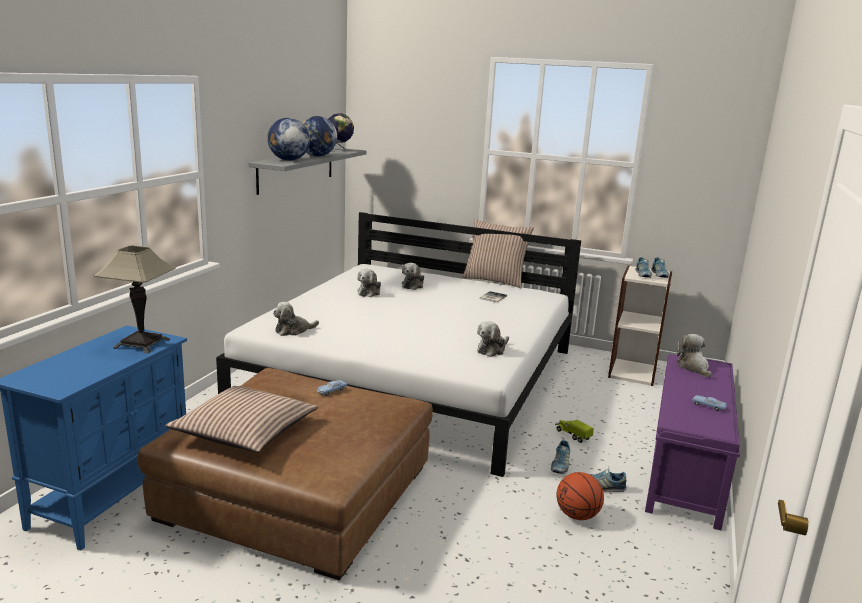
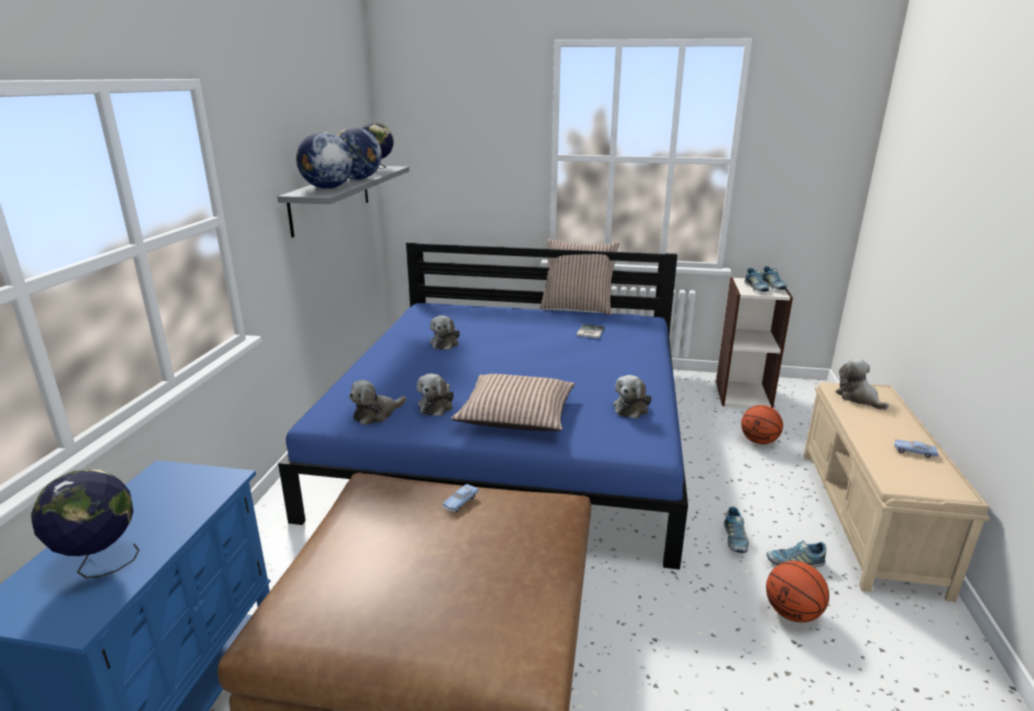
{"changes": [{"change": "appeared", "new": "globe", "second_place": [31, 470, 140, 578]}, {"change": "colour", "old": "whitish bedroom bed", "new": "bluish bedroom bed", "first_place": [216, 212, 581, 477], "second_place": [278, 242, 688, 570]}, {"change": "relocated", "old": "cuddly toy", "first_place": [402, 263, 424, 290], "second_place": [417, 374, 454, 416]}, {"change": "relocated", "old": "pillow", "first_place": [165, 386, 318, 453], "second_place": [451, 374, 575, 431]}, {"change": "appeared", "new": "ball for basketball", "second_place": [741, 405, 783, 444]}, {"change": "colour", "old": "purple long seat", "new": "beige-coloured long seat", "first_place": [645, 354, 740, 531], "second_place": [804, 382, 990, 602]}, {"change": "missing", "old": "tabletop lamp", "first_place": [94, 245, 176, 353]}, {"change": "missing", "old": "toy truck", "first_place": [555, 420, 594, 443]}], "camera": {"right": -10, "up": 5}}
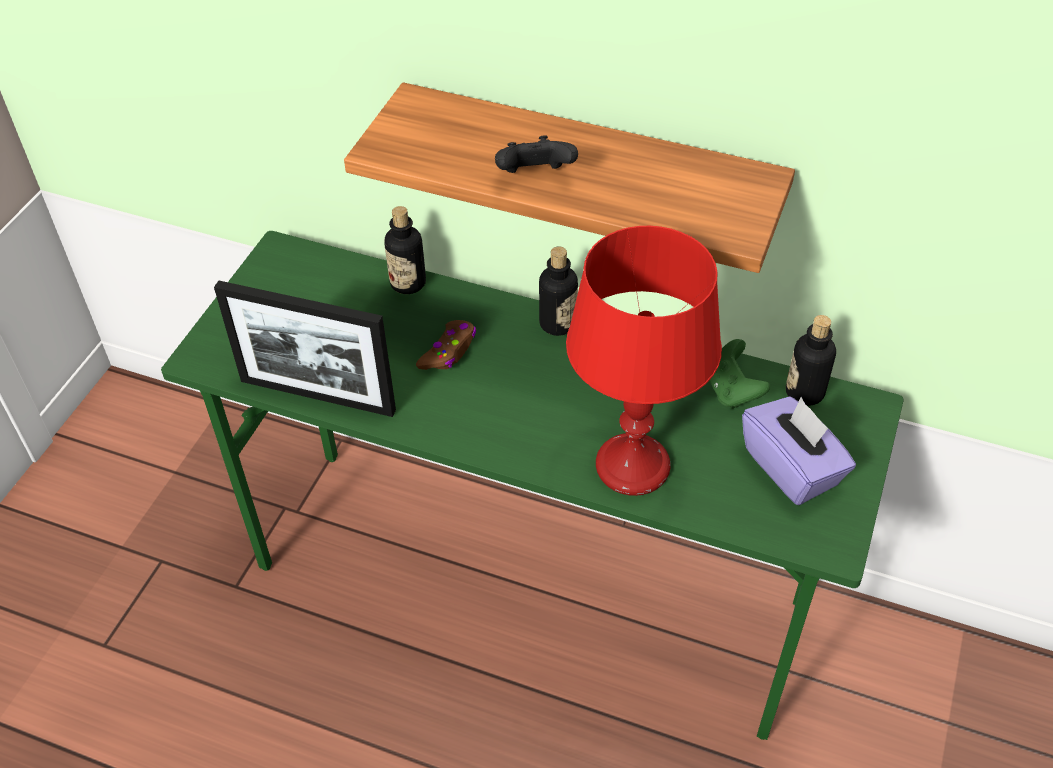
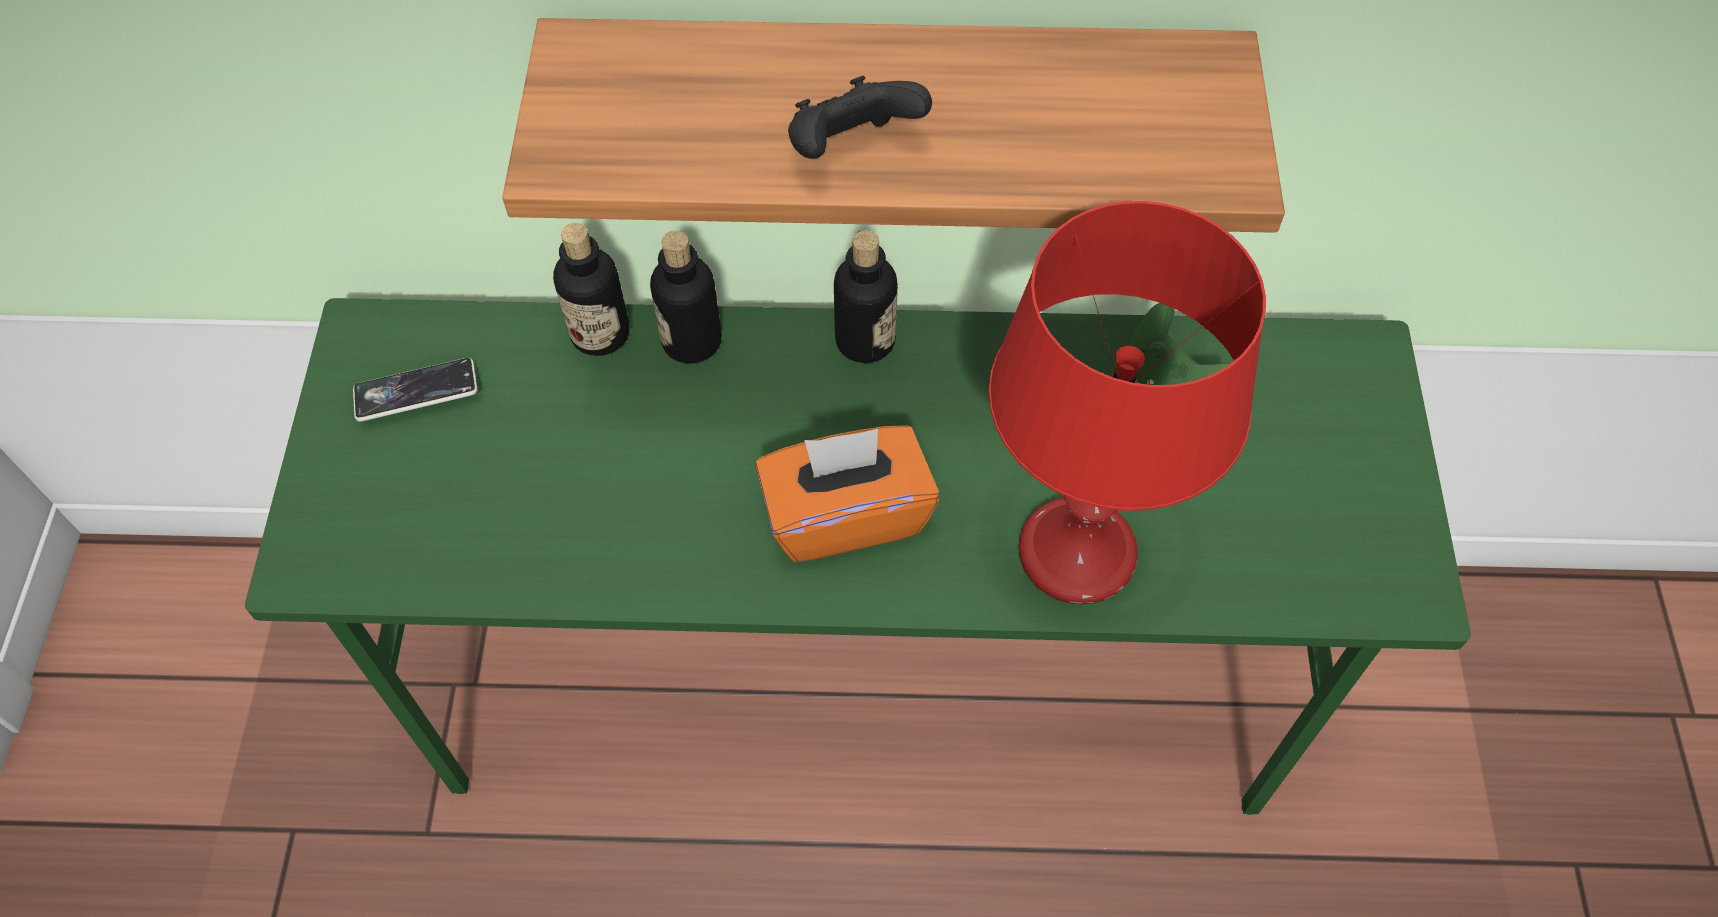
{"changes": [{"change": "appeared", "new": "telephone", "second_place": [353, 358, 477, 422]}, {"change": "relocated", "old": "beverage bottle", "first_place": [786, 315, 836, 406], "second_place": [650, 231, 721, 364]}, {"change": "appeared", "new": "orange tissue box", "second_place": [755, 425, 940, 562]}, {"change": "missing", "old": "standing frame", "first_place": [214, 281, 396, 417]}, {"change": "missing", "old": "brown game controller", "first_place": [416, 320, 476, 370]}, {"change": "missing", "old": "purple tissue box", "first_place": [742, 396, 856, 505]}], "camera": {"right": -20, "up": 10}}
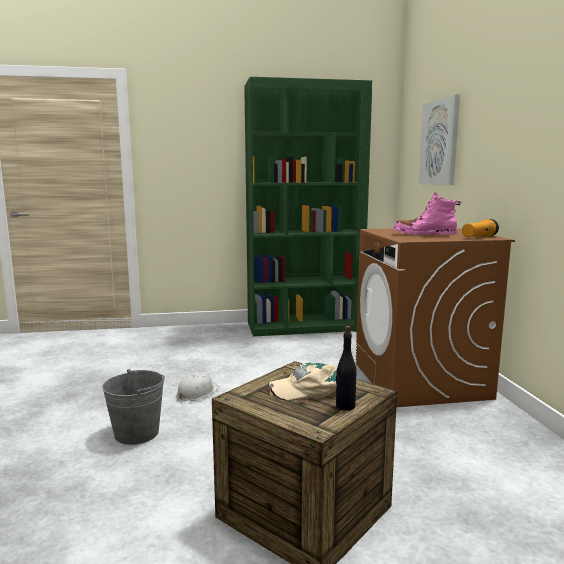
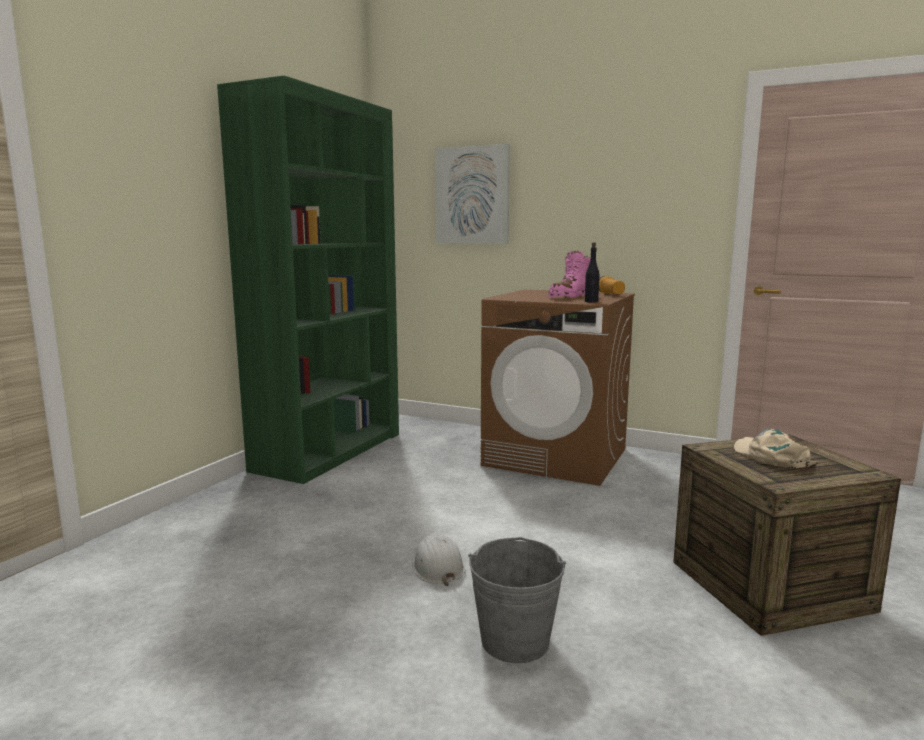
{"changes": [{"change": "relocated", "old": "blackish beverage bottle", "first_place": [336, 326, 357, 411], "second_place": [585, 242, 599, 303]}, {"change": "spun", "old": "beige-coloured peaked cap", "first_place": [268, 363, 337, 400], "second_place": [734, 429, 819, 469], "degrees": 135}], "camera": {"right": -55, "up": 0}}
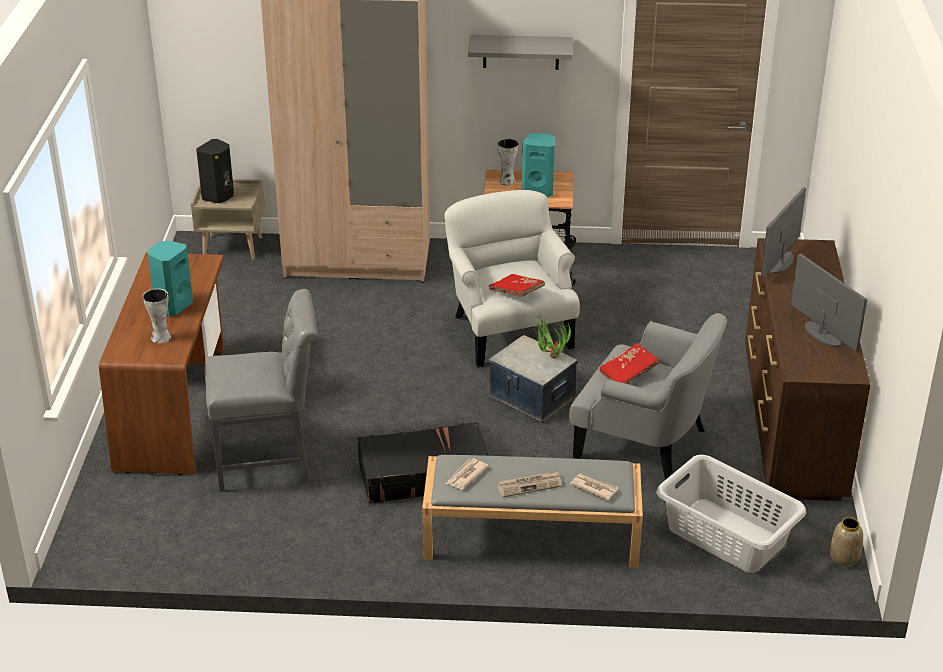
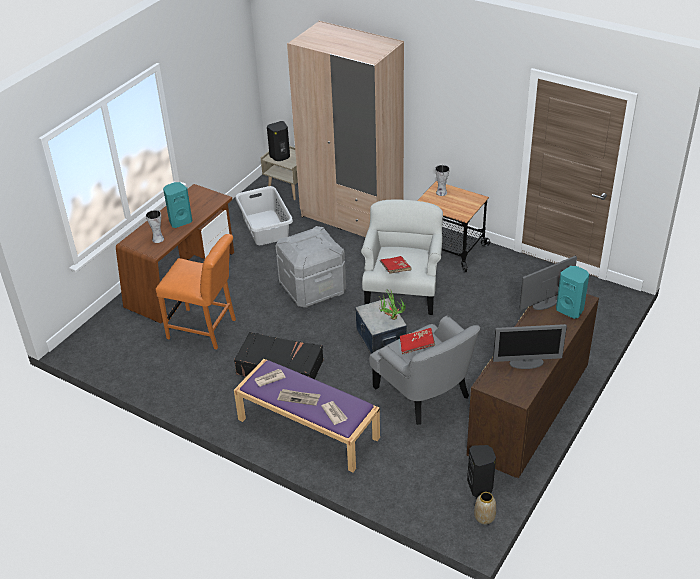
{"changes": [{"change": "colour", "old": "gray chair", "new": "orange chair", "first_place": [204, 289, 317, 492], "second_place": [156, 234, 236, 349]}, {"change": "colour", "old": "gray long seat", "new": "purple long seat", "first_place": [422, 455, 643, 568], "second_place": [234, 359, 380, 473]}, {"change": "relocated", "old": "gray washing basket", "first_place": [657, 455, 806, 573], "second_place": [235, 186, 293, 245]}, {"change": "appeared", "new": "gray storage bin", "second_place": [275, 226, 346, 308]}, {"change": "appeared", "new": "blackish speaker", "second_place": [467, 445, 496, 497]}, {"change": "spun", "old": "computer display", "first_place": [791, 254, 867, 352], "second_place": [493, 324, 567, 369], "degrees": 90}, {"change": "relocated", "old": "turquoise speaker", "first_place": [522, 133, 555, 197], "second_place": [556, 266, 589, 319]}, {"change": "missing", "old": "gray wall shelf", "first_place": [468, 35, 573, 70]}], "camera": {"right": 30, "up": 5}}
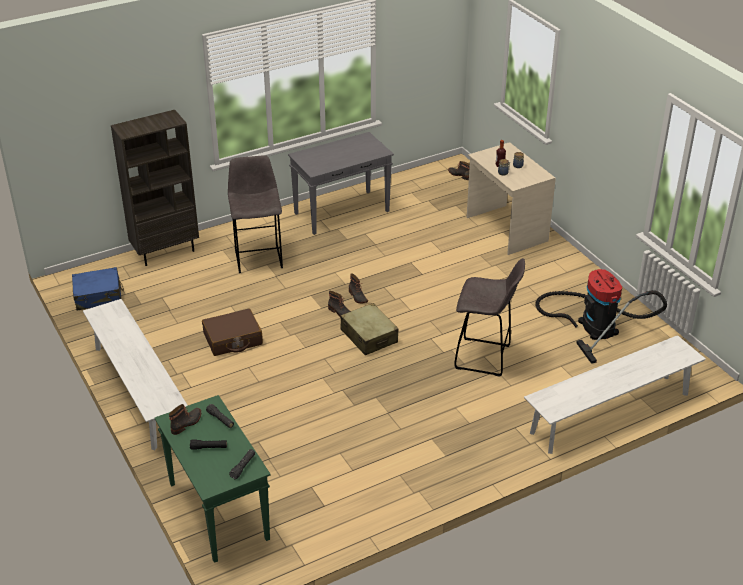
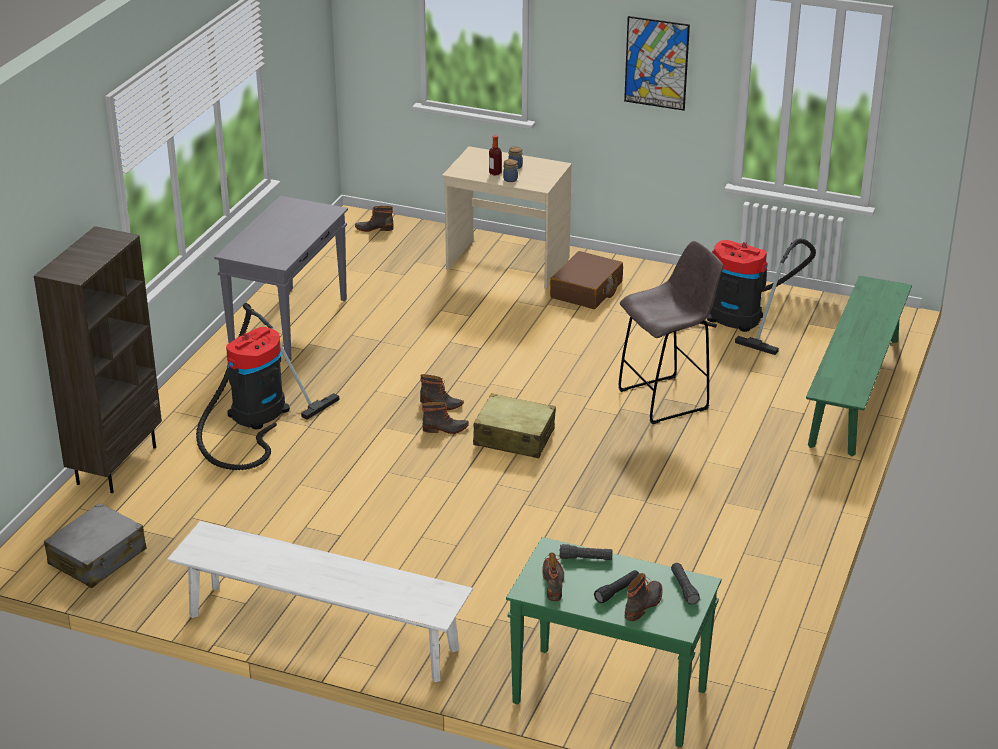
{"changes": [{"change": "colour", "old": "bluish suitcase", "new": "gray suitcase", "first_place": [72, 267, 124, 311], "second_place": [44, 503, 146, 588]}, {"change": "exchanged", "old": "gray stool", "new": "hoover", "first_place": [228, 155, 283, 273], "second_place": [196, 303, 339, 470]}, {"change": "relocated", "old": "brown suitcase", "first_place": [202, 309, 263, 356], "second_place": [550, 251, 623, 309]}, {"change": "appeared", "new": "wall art", "second_place": [624, 16, 690, 111]}, {"change": "appeared", "new": "tall boot", "second_place": [625, 573, 663, 621]}, {"change": "colour", "old": "whitish long seat", "new": "green long seat", "first_place": [524, 335, 706, 454], "second_place": [806, 276, 912, 456]}], "camera": {"right": -40, "up": -5}}
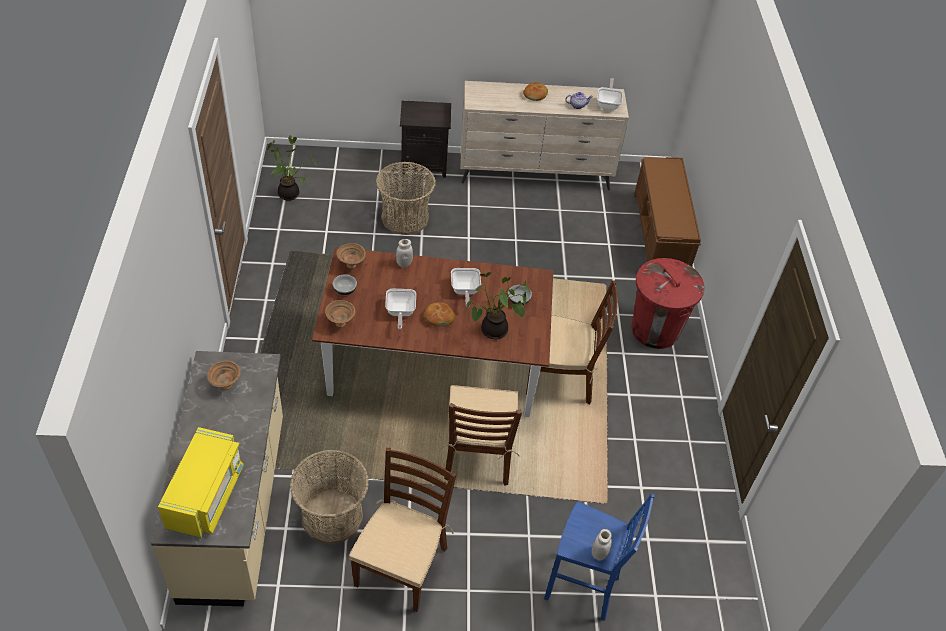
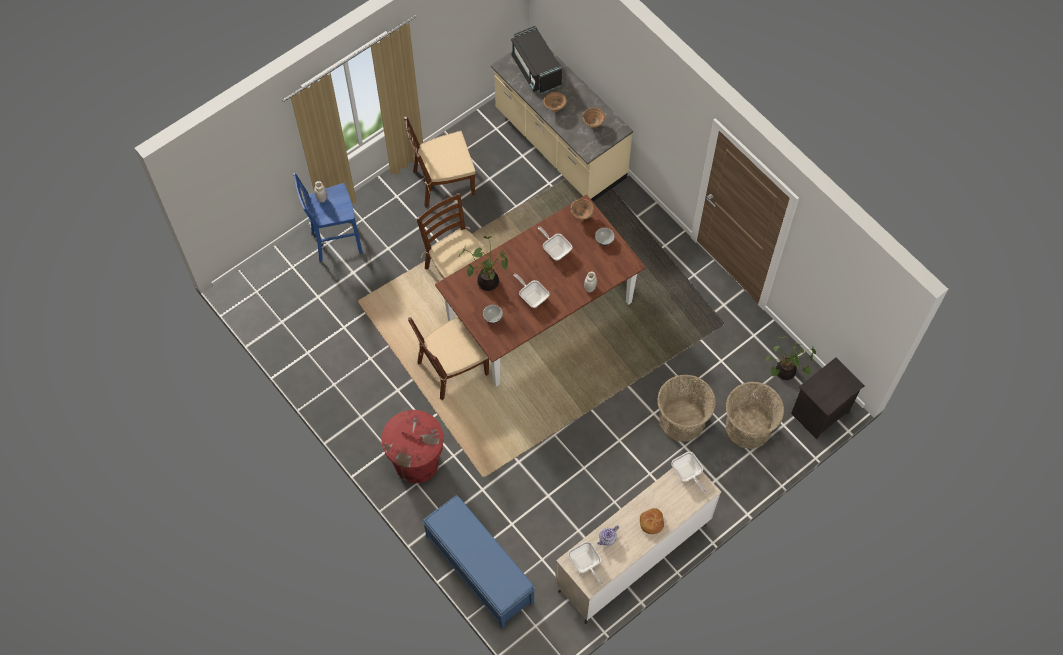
{"changes": [{"change": "spun", "old": "brown chair", "first_place": [349, 448, 456, 612], "second_place": [404, 117, 476, 208], "degrees": 90}, {"change": "colour", "old": "brown long seat", "new": "bluish long seat", "first_place": [634, 157, 701, 267], "second_place": [422, 495, 536, 629]}, {"change": "colour", "old": "yellow kitchen microwave", "new": "blackish kitchen microwave", "first_place": [158, 427, 244, 538], "second_place": [511, 26, 562, 94]}, {"change": "relocated", "old": "brown bowl", "first_place": [336, 243, 366, 269], "second_place": [543, 92, 567, 112]}, {"change": "appeared", "new": "pan", "second_place": [671, 452, 706, 493]}, {"change": "relocated", "old": "storage basket", "first_place": [290, 450, 369, 544], "second_place": [725, 382, 784, 449]}, {"change": "relocated", "old": "blackish night table", "first_place": [400, 101, 451, 178], "second_place": [791, 357, 865, 439]}, {"change": "missing", "old": "bread", "first_place": [424, 302, 455, 327]}], "camera": {"right": 145, "up": 15}}
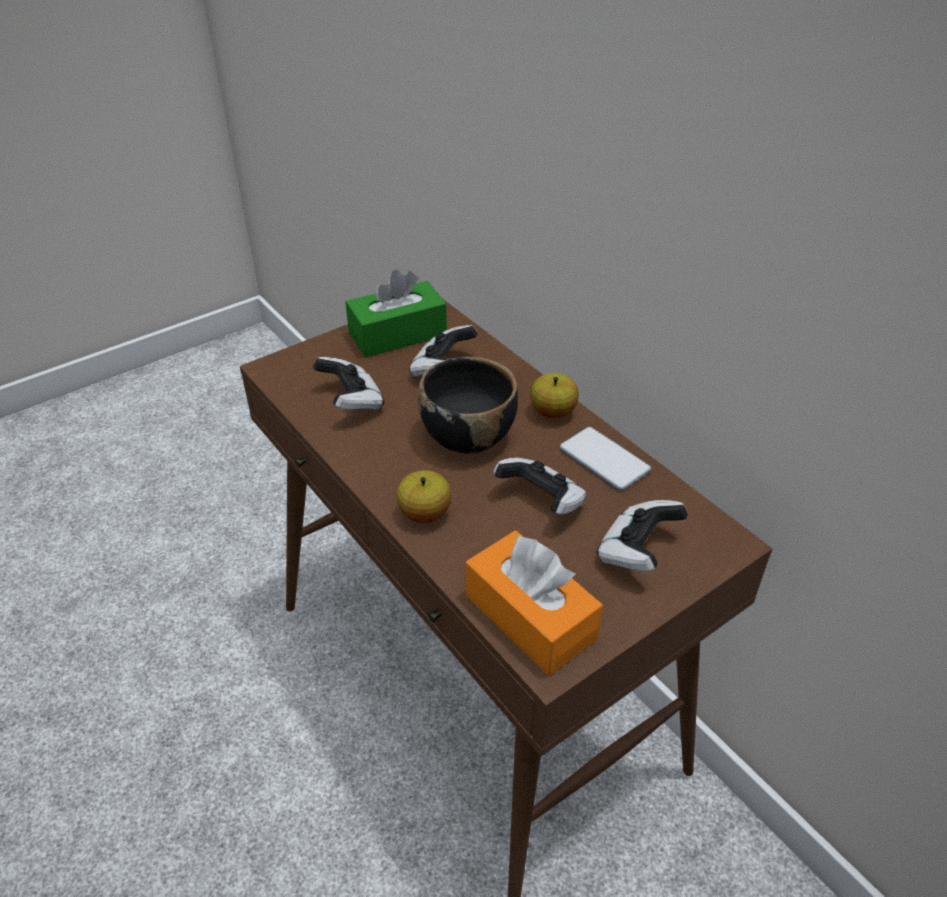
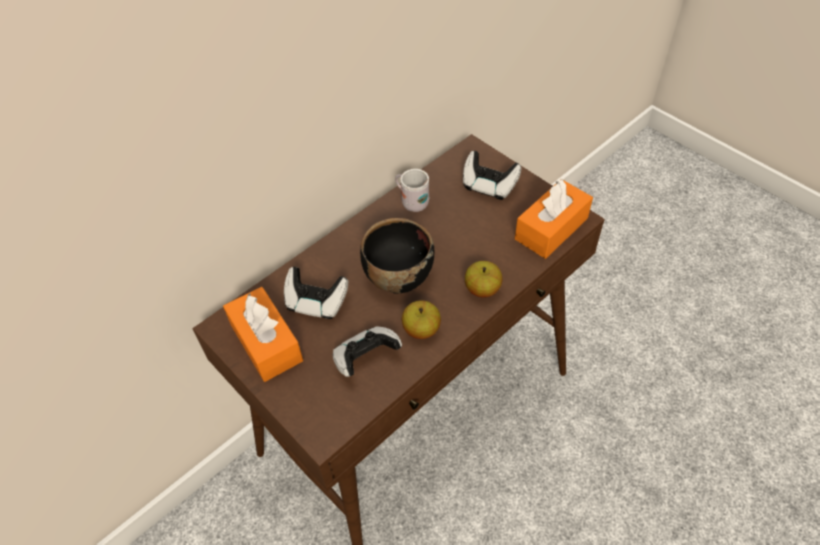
{"changes": [{"change": "colour", "old": "green tissue box", "new": "orange tissue box", "first_place": [345, 270, 447, 358], "second_place": [223, 287, 303, 382]}, {"change": "exchanged", "old": "telephone", "new": "whitish coffee mug", "first_place": [560, 427, 651, 490], "second_place": [395, 169, 429, 212]}, {"change": "relocated", "old": "whole apple", "first_place": [530, 373, 579, 418], "second_place": [402, 300, 441, 339]}, {"change": "missing", "old": "game controller", "first_place": [493, 458, 586, 515]}], "camera": {"right": -95, "up": 10}}
